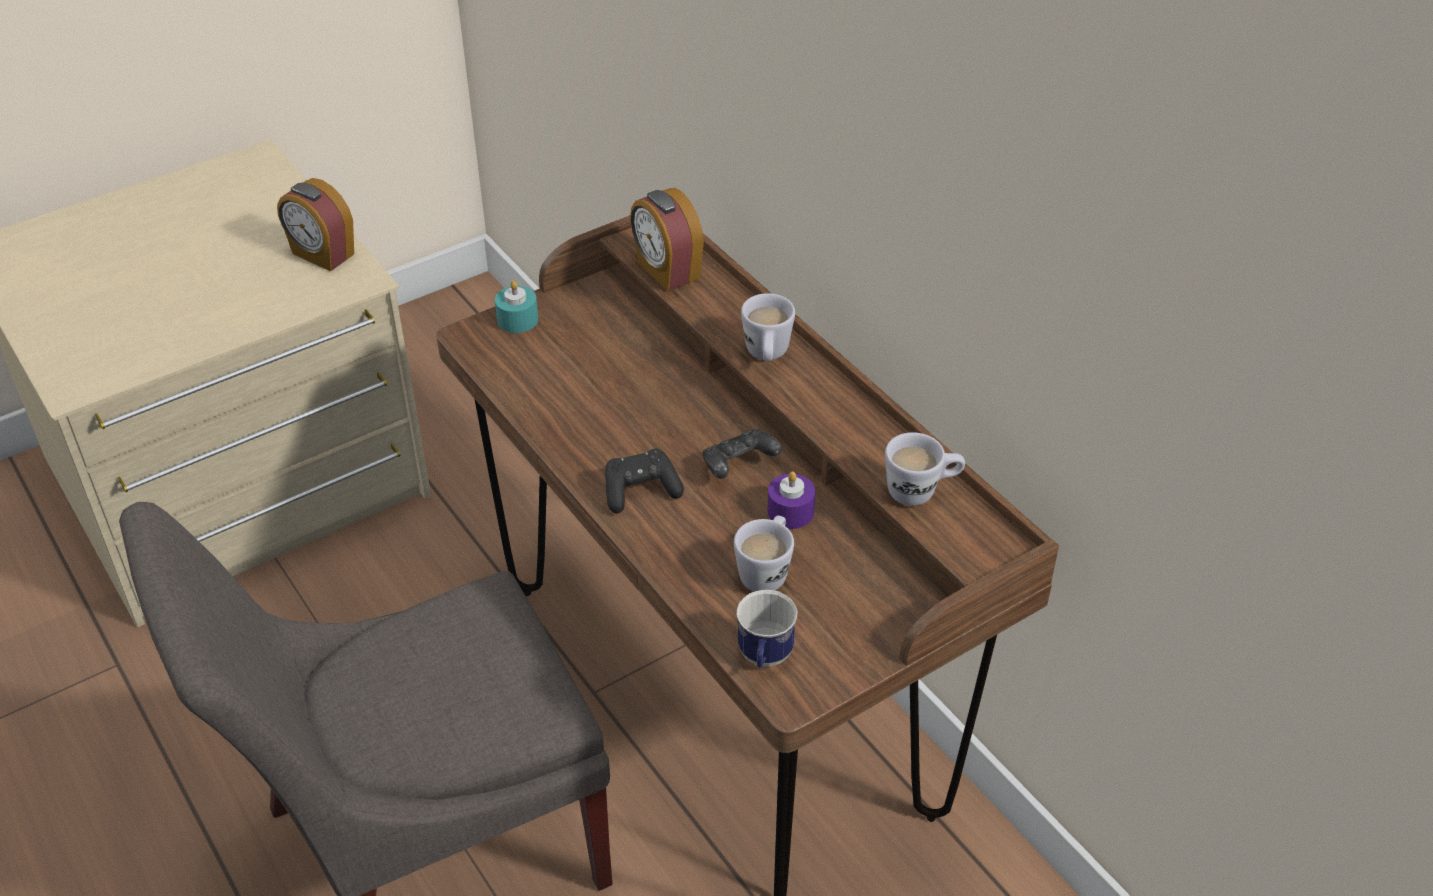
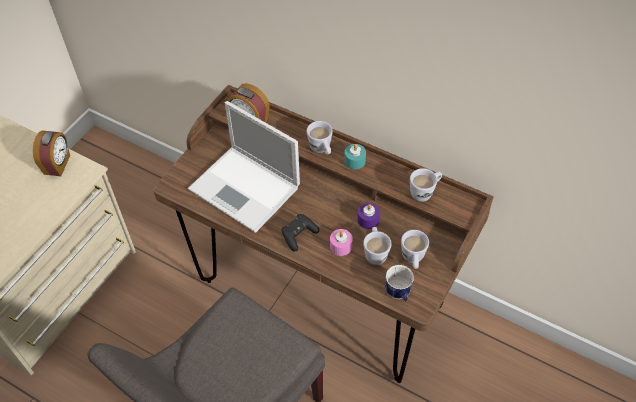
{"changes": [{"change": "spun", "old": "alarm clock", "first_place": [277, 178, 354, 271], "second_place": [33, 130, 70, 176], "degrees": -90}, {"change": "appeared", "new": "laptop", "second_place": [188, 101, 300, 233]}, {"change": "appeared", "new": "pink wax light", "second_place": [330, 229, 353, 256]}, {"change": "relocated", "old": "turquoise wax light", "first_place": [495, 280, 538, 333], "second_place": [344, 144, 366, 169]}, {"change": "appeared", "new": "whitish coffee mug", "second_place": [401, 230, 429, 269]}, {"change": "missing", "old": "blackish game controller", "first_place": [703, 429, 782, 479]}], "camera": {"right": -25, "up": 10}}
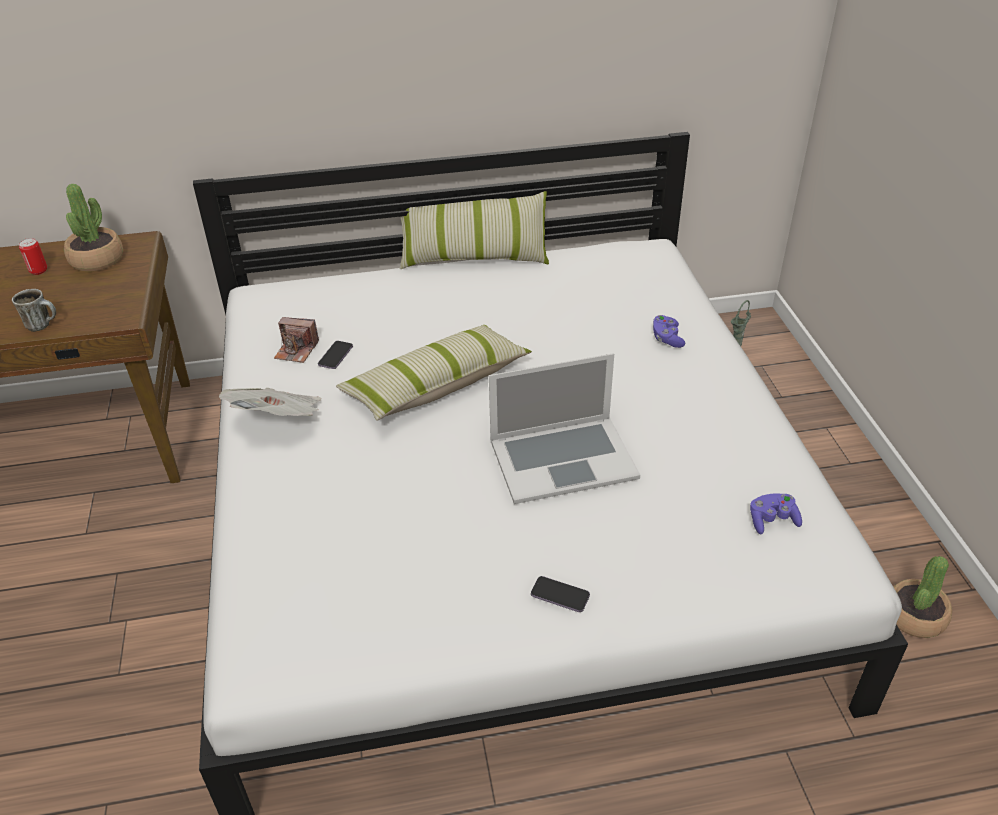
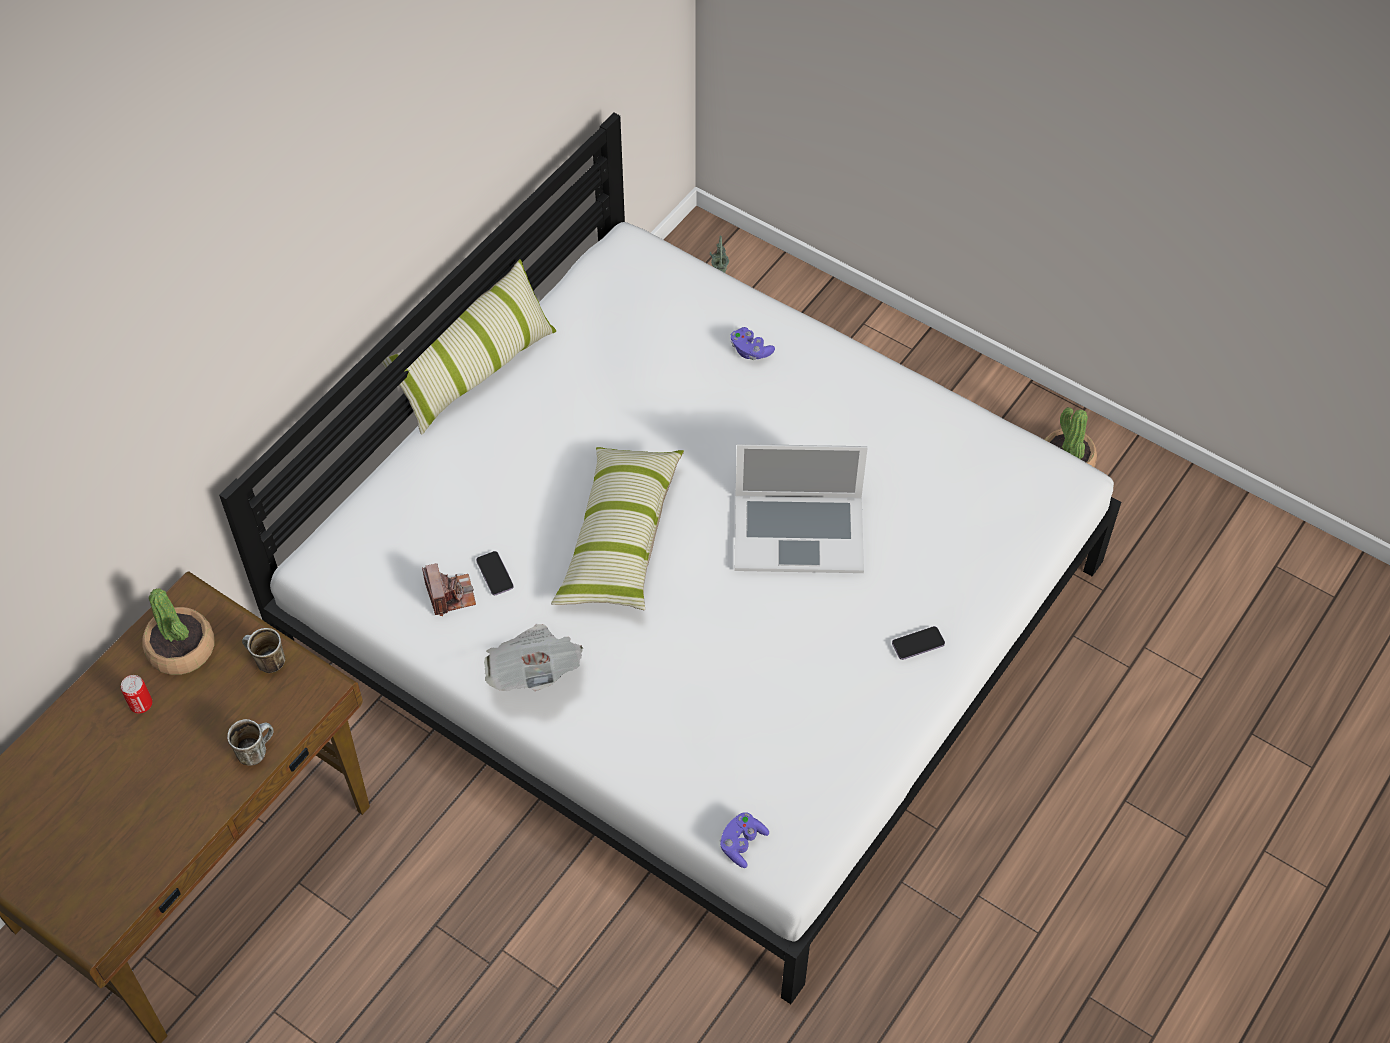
{"changes": [{"change": "appeared", "new": "coffee mug", "second_place": [242, 628, 285, 673]}, {"change": "spun", "old": "photo camera", "first_place": [274, 317, 319, 363], "second_place": [422, 563, 476, 616], "degrees": -75}, {"change": "relocated", "old": "purple game controller", "first_place": [750, 493, 802, 534], "second_place": [720, 812, 769, 868]}, {"change": "spun", "old": "laptop", "first_place": [489, 353, 640, 504], "second_place": [735, 444, 868, 573], "degrees": 60}], "camera": {"right": -45, "up": 15}}
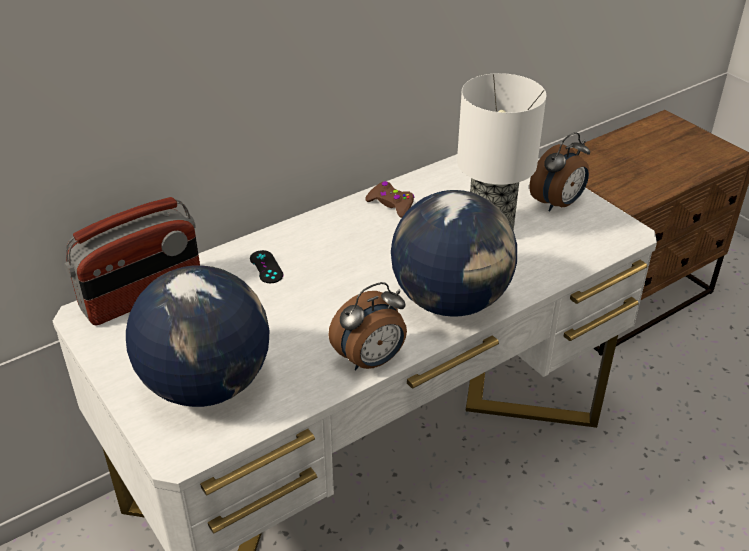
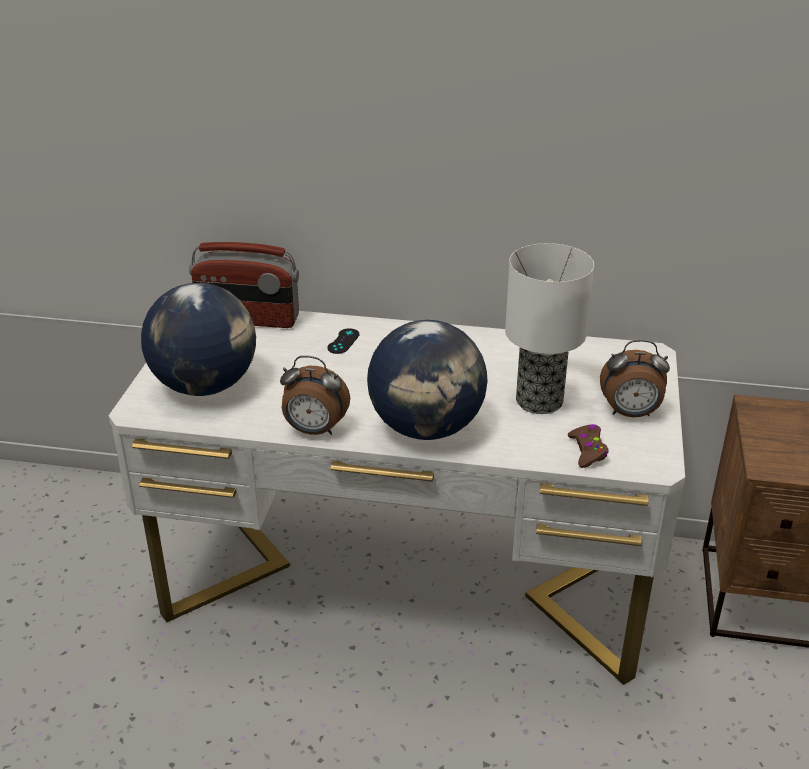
{"changes": [{"change": "relocated", "old": "brown game controller", "first_place": [365, 181, 414, 218], "second_place": [568, 424, 609, 468]}], "camera": {"right": 45, "up": -5}}
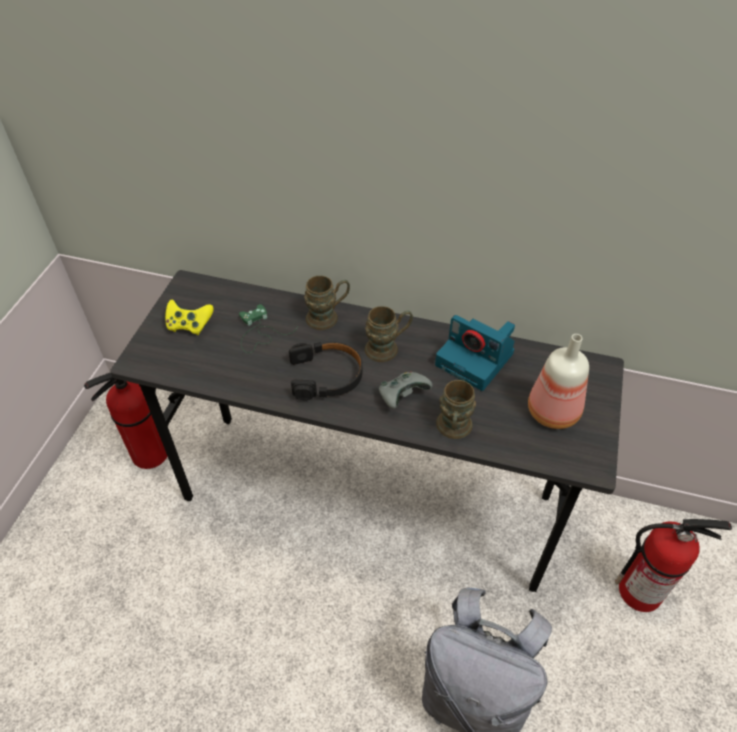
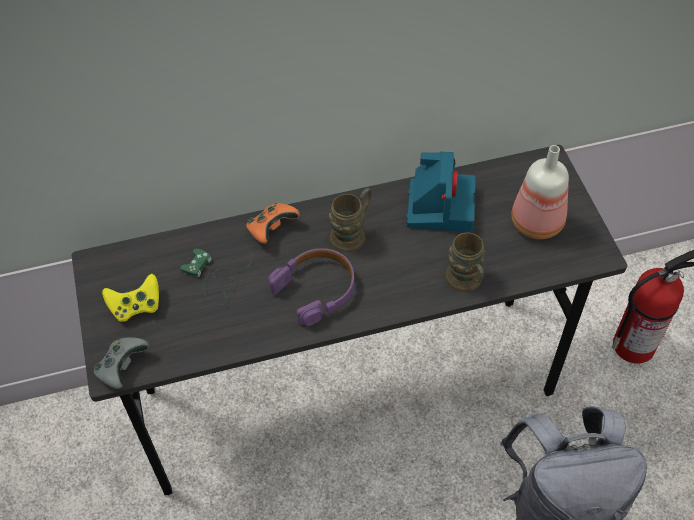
{"changes": [{"change": "relocated", "old": "gray game controller", "first_place": [379, 372, 433, 409], "second_place": [94, 337, 149, 389]}, {"change": "exchanged", "old": "brown coffee mug", "new": "orange game controller", "first_place": [304, 276, 350, 330], "second_place": [246, 203, 300, 244]}, {"change": "colour", "old": "blackish headphones", "new": "purple headphones", "first_place": [289, 342, 363, 400], "second_place": [268, 248, 354, 326]}, {"change": "spun", "old": "photo camera", "first_place": [435, 315, 515, 391], "second_place": [406, 152, 476, 232], "degrees": -90}, {"change": "missing", "old": "extinguisher", "first_place": [84, 372, 168, 469]}], "camera": {"right": -30, "up": 5}}
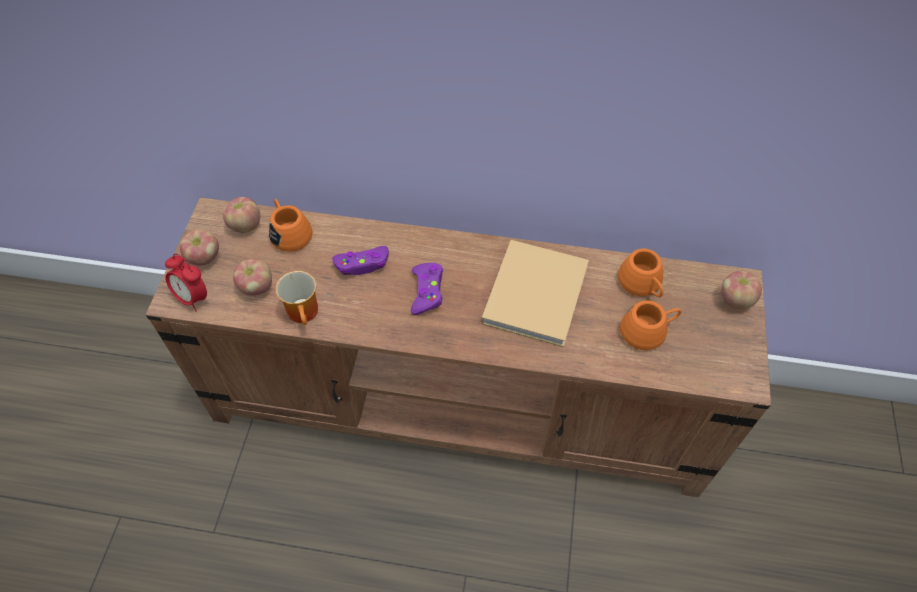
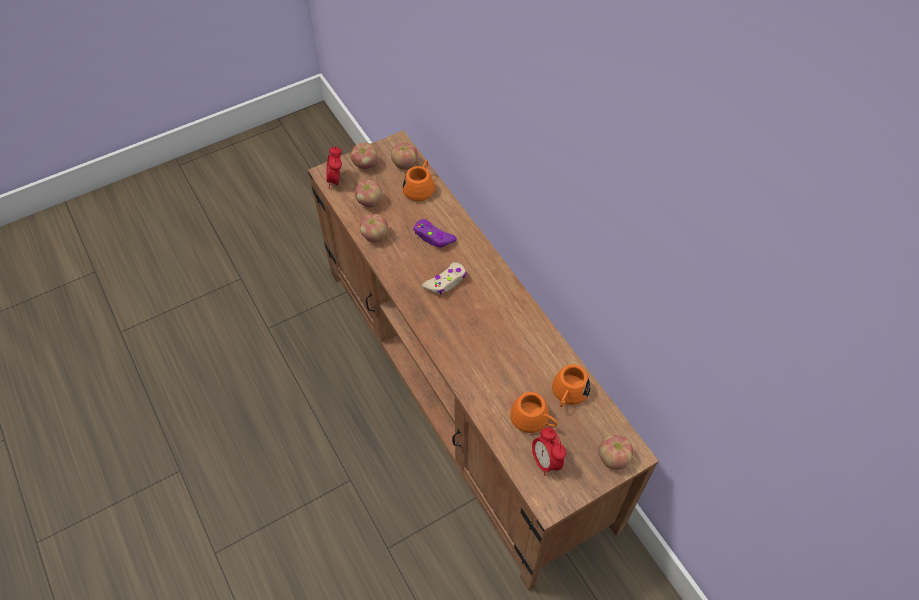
{"changes": [{"change": "exchanged", "old": "coffee mug", "new": "whole apple", "first_place": [275, 271, 318, 325], "second_place": [360, 214, 388, 242]}, {"change": "colour", "old": "purple game controller", "new": "beige-coloured game controller", "first_place": [411, 263, 443, 315], "second_place": [422, 262, 466, 294]}, {"change": "appeared", "new": "alarm clock", "second_place": [532, 427, 566, 476]}, {"change": "missing", "old": "beige-coloured bound book", "first_place": [481, 240, 589, 347]}], "camera": {"right": 50, "up": 0}}
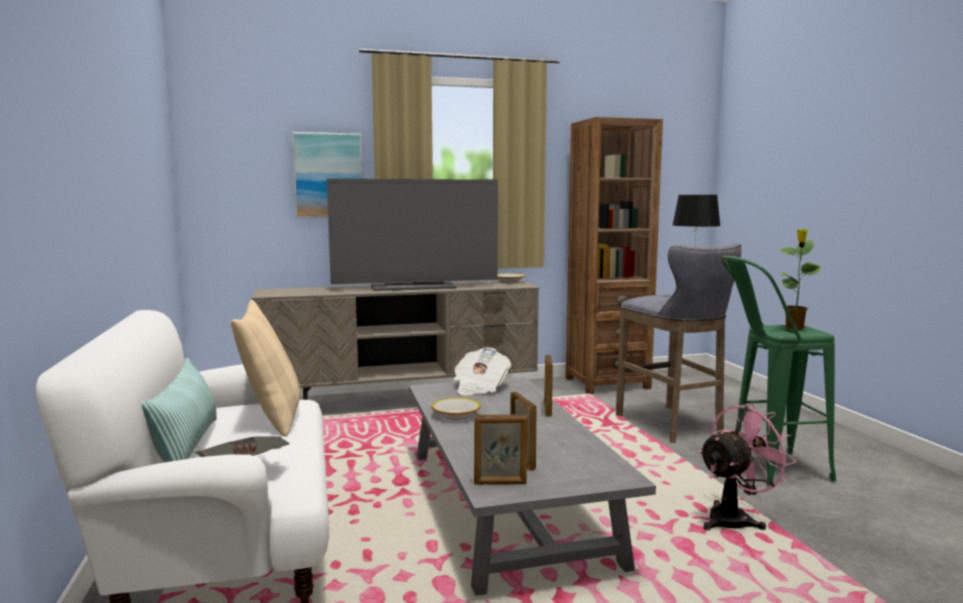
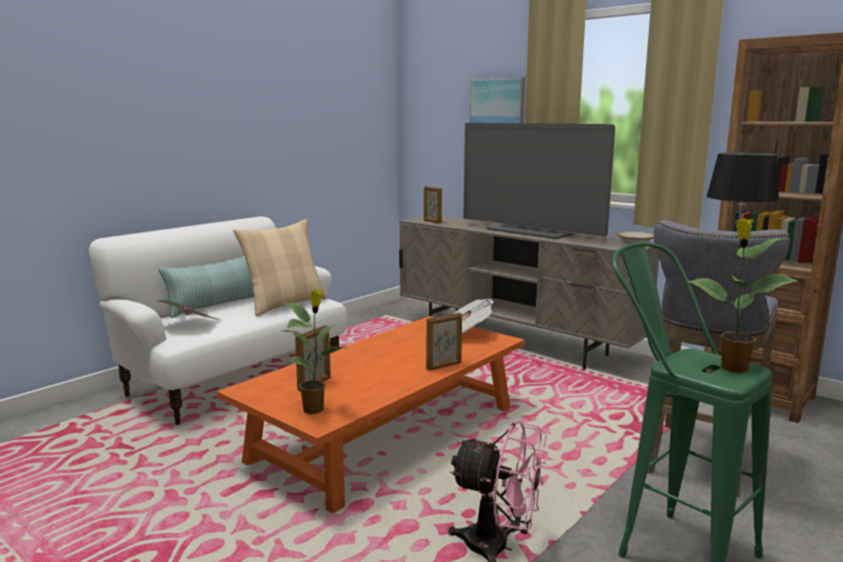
{"changes": [{"change": "colour", "old": "gray coffee table", "new": "orange coffee table", "first_place": [409, 377, 656, 596], "second_place": [217, 316, 525, 514]}, {"change": "appeared", "new": "plant in a pot", "second_place": [284, 290, 349, 414]}, {"change": "relocated", "old": "standing frame", "first_place": [474, 414, 528, 484], "second_place": [424, 186, 442, 223]}, {"change": "missing", "old": "bowl", "first_place": [431, 398, 481, 420]}], "camera": {"right": 55, "up": 5}}
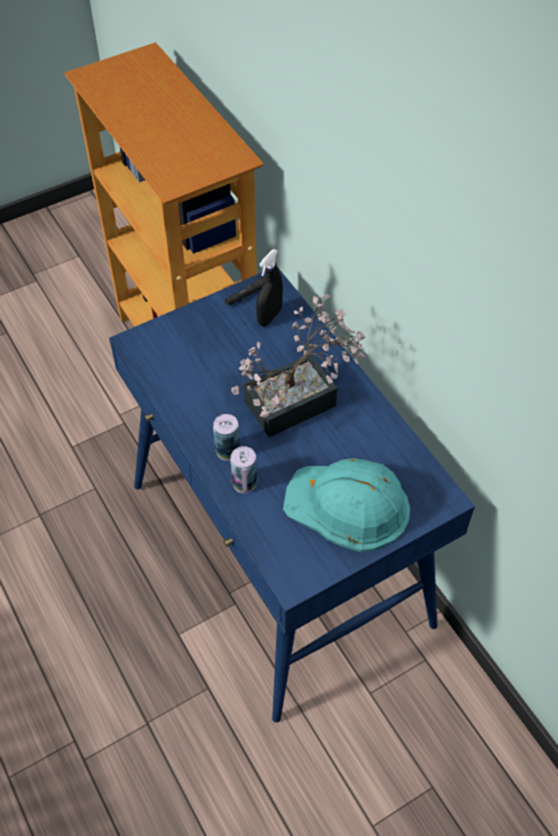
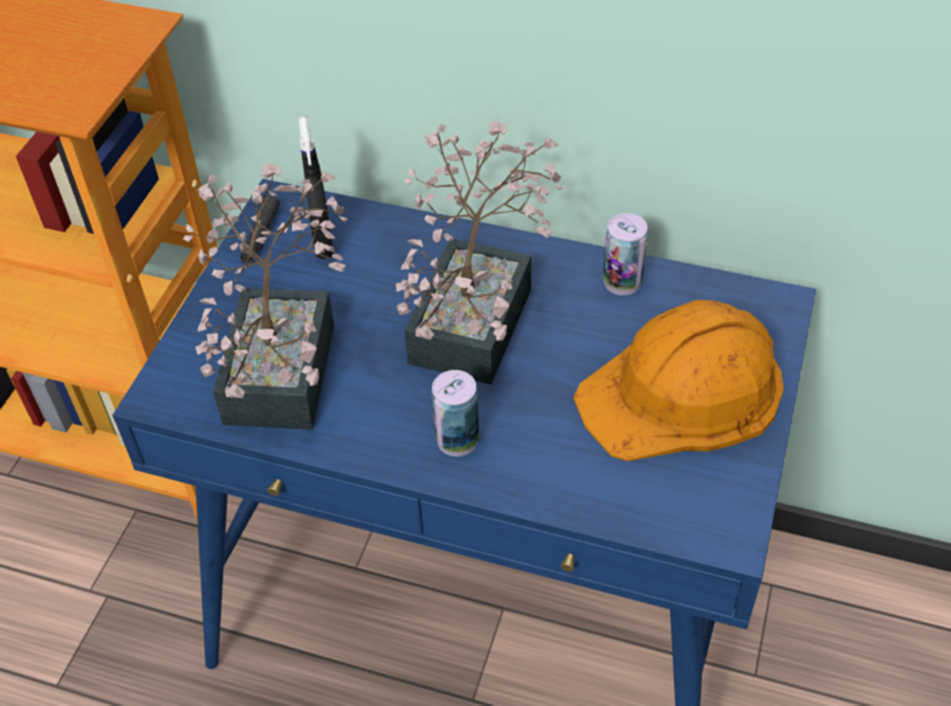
{"changes": [{"change": "appeared", "new": "plant in a pot", "second_place": [183, 163, 348, 430]}, {"change": "colour", "old": "turquoise work helmet", "new": "orange work helmet", "first_place": [283, 458, 410, 552], "second_place": [573, 300, 784, 461]}, {"change": "relocated", "old": "can", "first_place": [230, 446, 257, 493], "second_place": [603, 213, 648, 295]}], "camera": {"right": -40, "up": -5}}
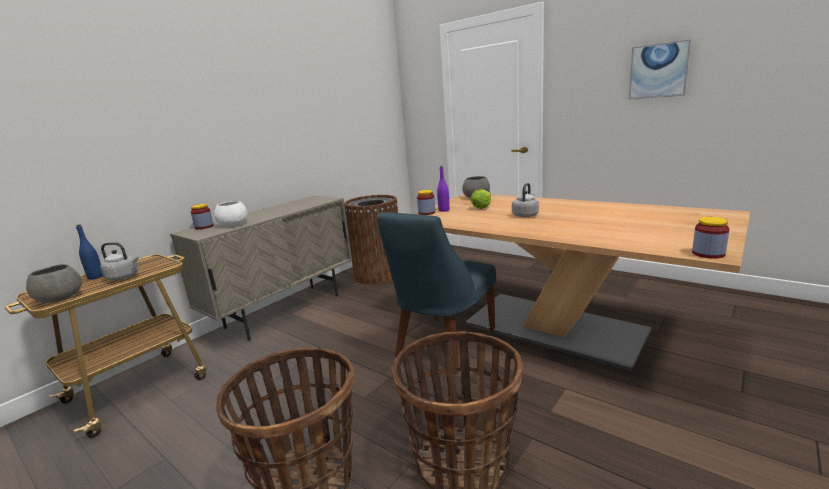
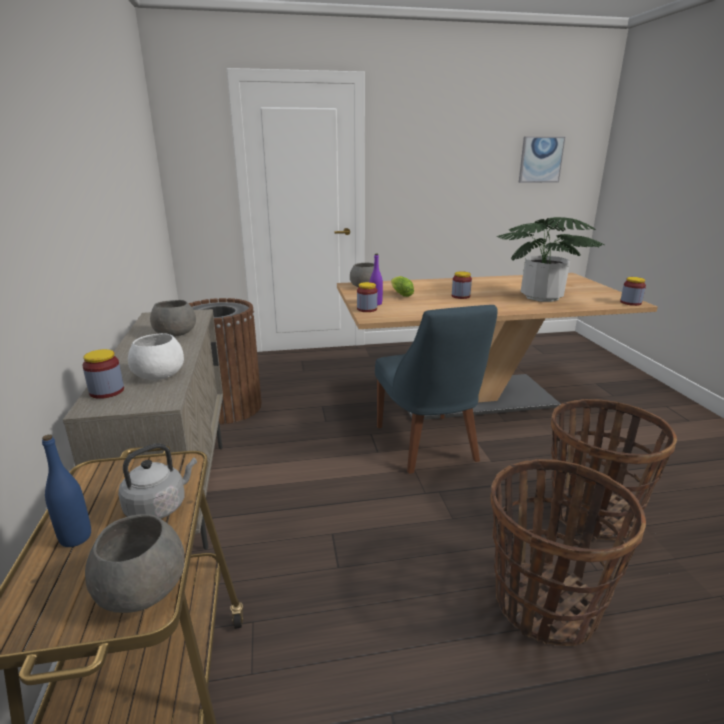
{"changes": [{"change": "appeared", "new": "gray bowl", "second_place": [150, 300, 196, 337]}, {"change": "exchanged", "old": "gray kettle", "new": "preserve jar", "first_place": [512, 183, 539, 217], "second_place": [452, 271, 472, 299]}, {"change": "appeared", "new": "plant in a pot", "second_place": [497, 217, 604, 302]}, {"change": "relocated", "old": "wall art", "first_place": [629, 39, 691, 100], "second_place": [519, 136, 565, 183]}], "camera": {"right": -50, "up": 5}}
